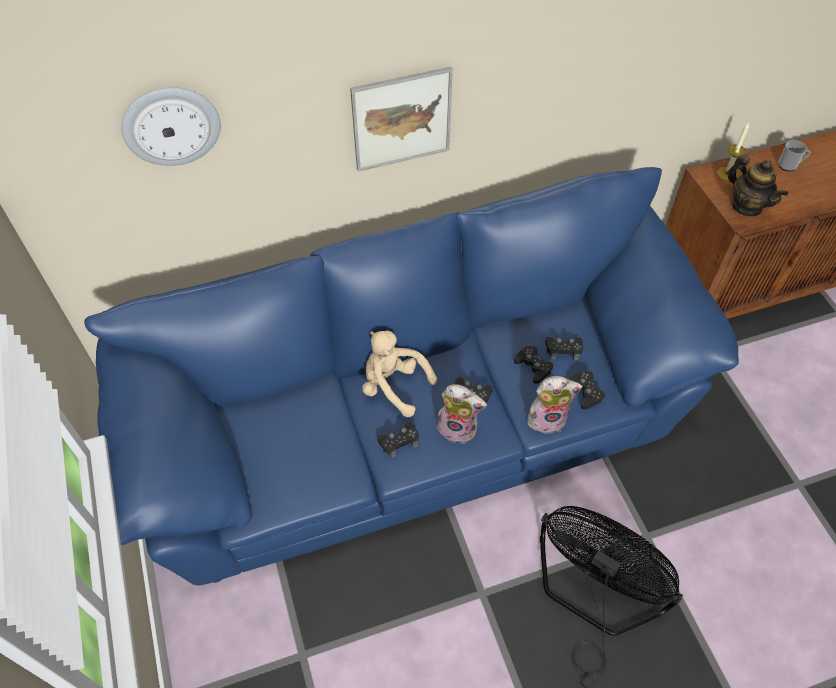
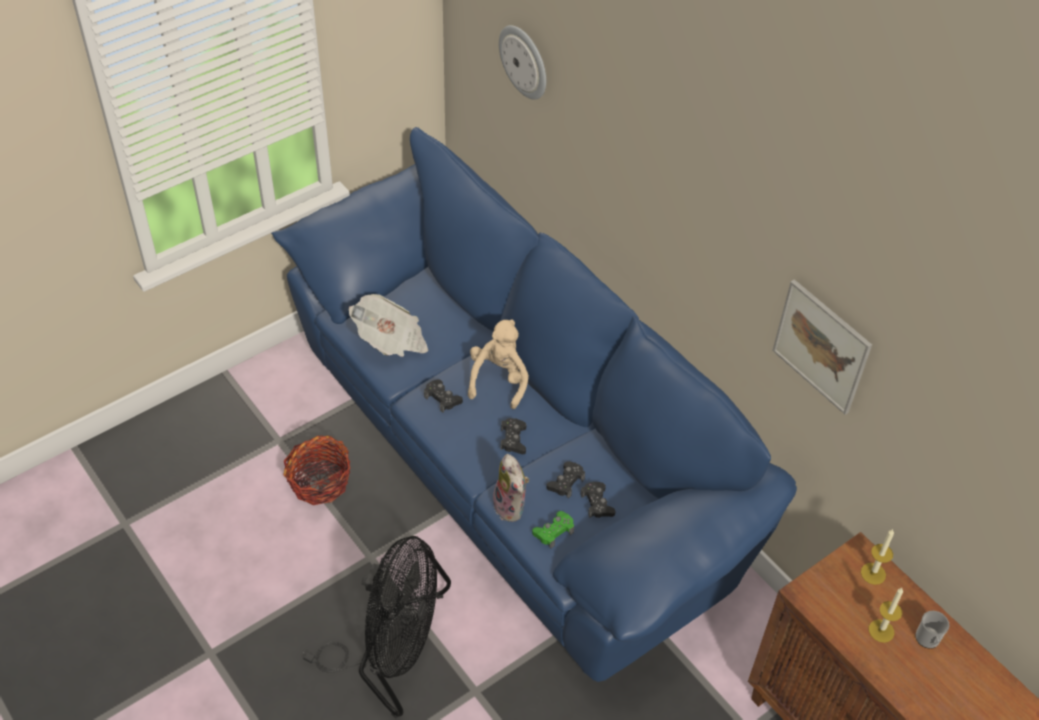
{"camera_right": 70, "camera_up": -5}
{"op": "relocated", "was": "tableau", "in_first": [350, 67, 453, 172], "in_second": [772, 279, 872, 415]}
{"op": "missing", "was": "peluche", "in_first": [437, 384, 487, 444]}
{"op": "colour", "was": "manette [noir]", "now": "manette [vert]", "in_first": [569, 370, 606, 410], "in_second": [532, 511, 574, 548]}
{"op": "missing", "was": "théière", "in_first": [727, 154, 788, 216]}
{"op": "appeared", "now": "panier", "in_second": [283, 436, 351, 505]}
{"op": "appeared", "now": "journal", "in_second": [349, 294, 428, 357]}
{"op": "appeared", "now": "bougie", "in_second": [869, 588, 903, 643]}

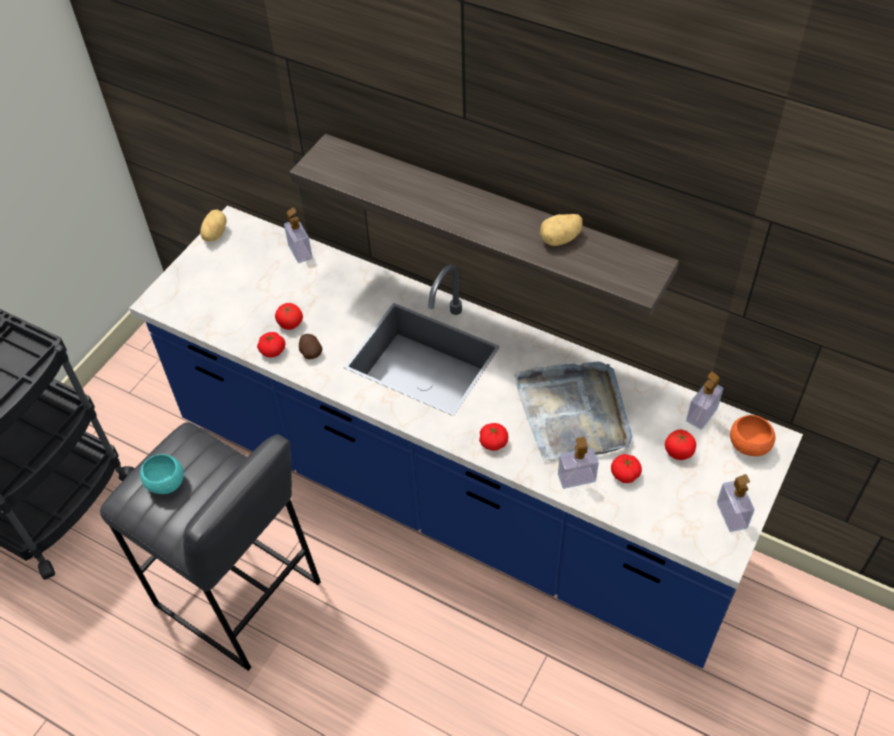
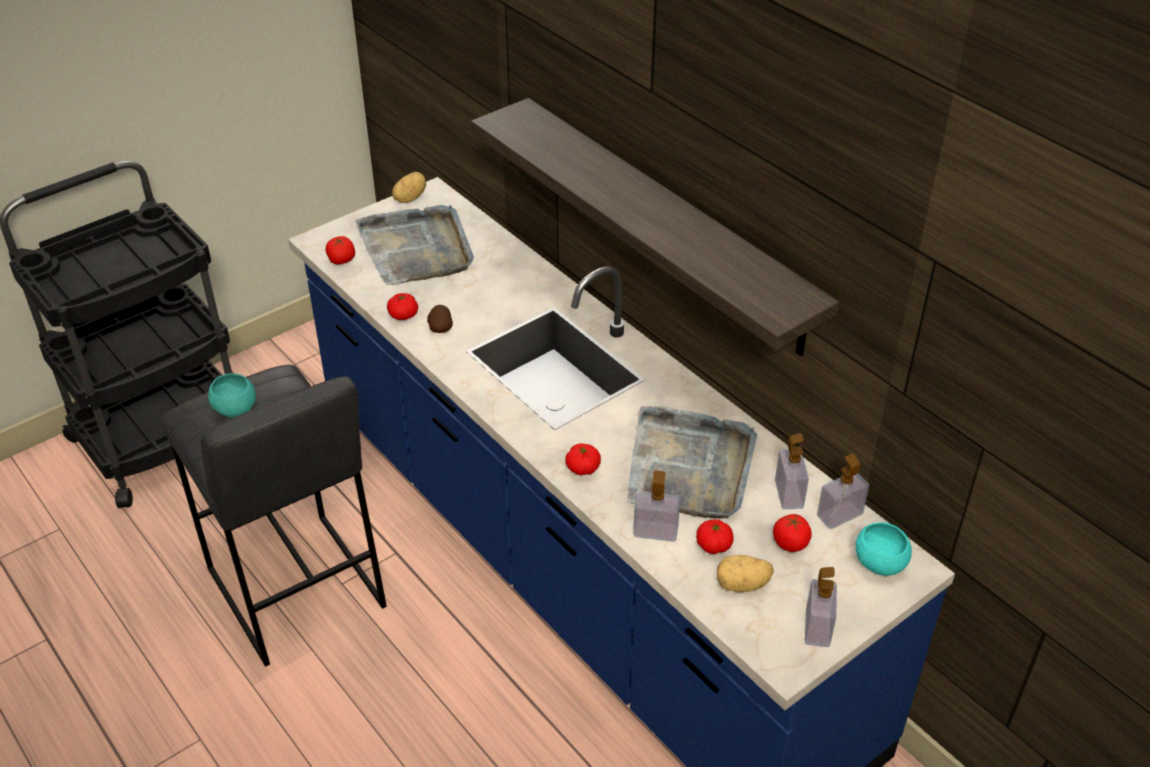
{"camera_right": 20, "camera_up": -10}
{"op": "relocated", "was": "tomate", "in_first": [275, 303, 303, 330], "in_second": [325, 236, 355, 264]}
{"op": "relocated", "was": "distributeur de savon", "in_first": [284, 208, 313, 263], "in_second": [775, 433, 809, 510]}
{"op": "relocated", "was": "pomme de terre", "in_first": [540, 214, 583, 246], "in_second": [717, 555, 774, 592]}
{"op": "colour", "was": "bol [orange]", "now": "bol [turquoise]", "in_first": [730, 415, 775, 456], "in_second": [856, 522, 912, 576]}
{"op": "appeared", "now": "plateau [gris]", "in_second": [355, 205, 474, 285]}

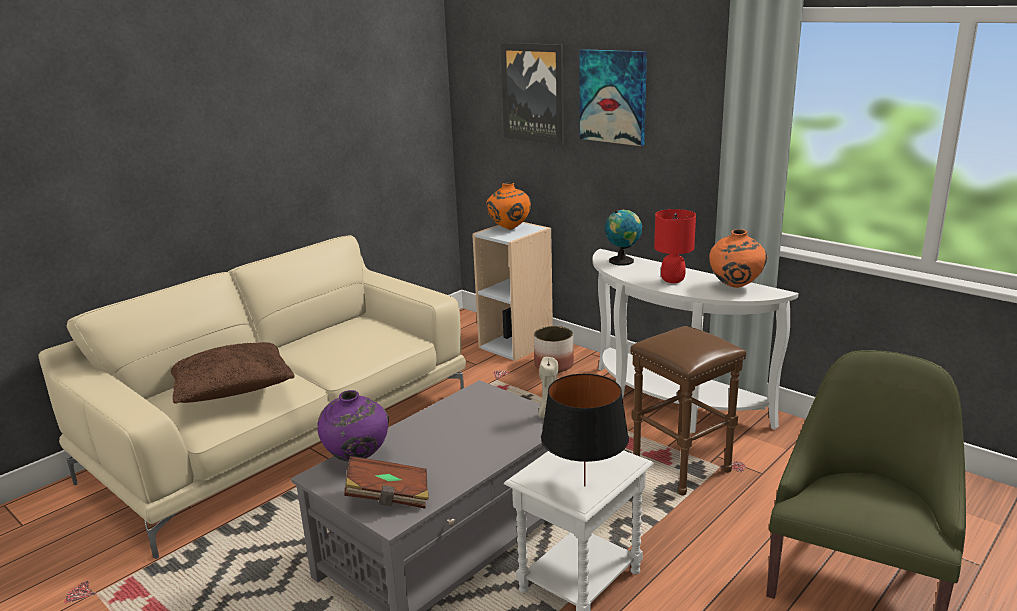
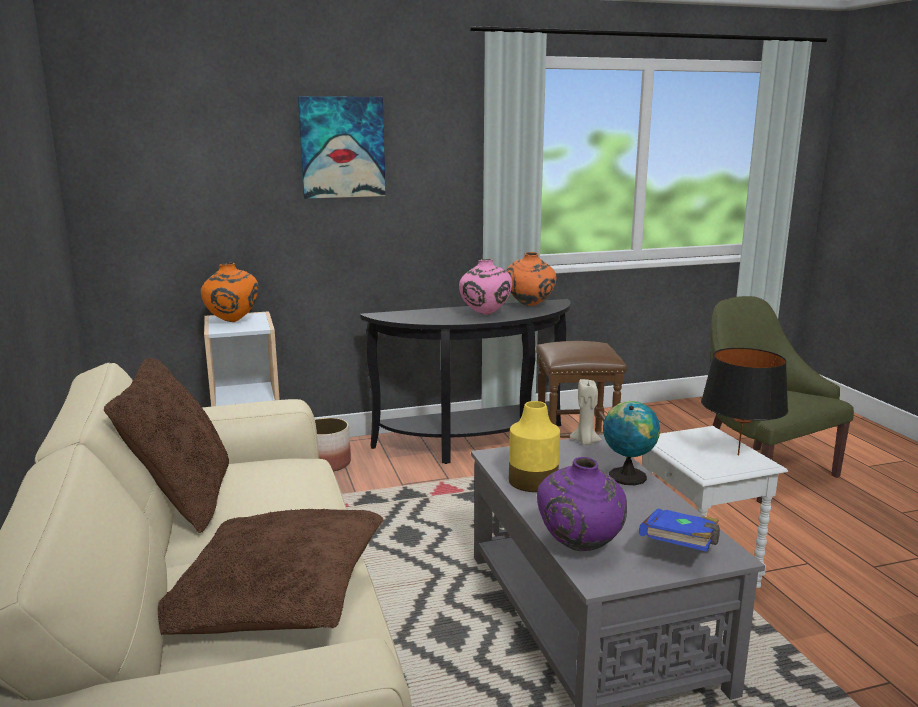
{"camera_right": -60, "camera_up": -5}
{"op": "colour", "was": "livre [marron]", "now": "livre [bleu]", "in_first": [344, 456, 429, 509], "in_second": [639, 508, 720, 552]}
{"op": "missing", "was": "tableau", "in_first": [500, 43, 564, 145]}
{"op": "colour", "was": "table console [blanc]", "now": "table console [noir]", "in_first": [593, 249, 798, 433], "in_second": [360, 299, 571, 464]}
{"op": "relocated", "was": "globe", "in_first": [605, 210, 642, 265], "in_second": [603, 401, 660, 485]}
{"op": "exchanged", "was": "lampe de table [rouge]", "now": "vase [rose]", "in_first": [654, 209, 696, 283], "in_second": [459, 259, 512, 315]}
{"op": "appeared", "now": "coussin [marron]", "in_second": [103, 358, 229, 533]}
{"op": "appeared", "now": "vase [jaune]", "in_second": [509, 401, 560, 492]}

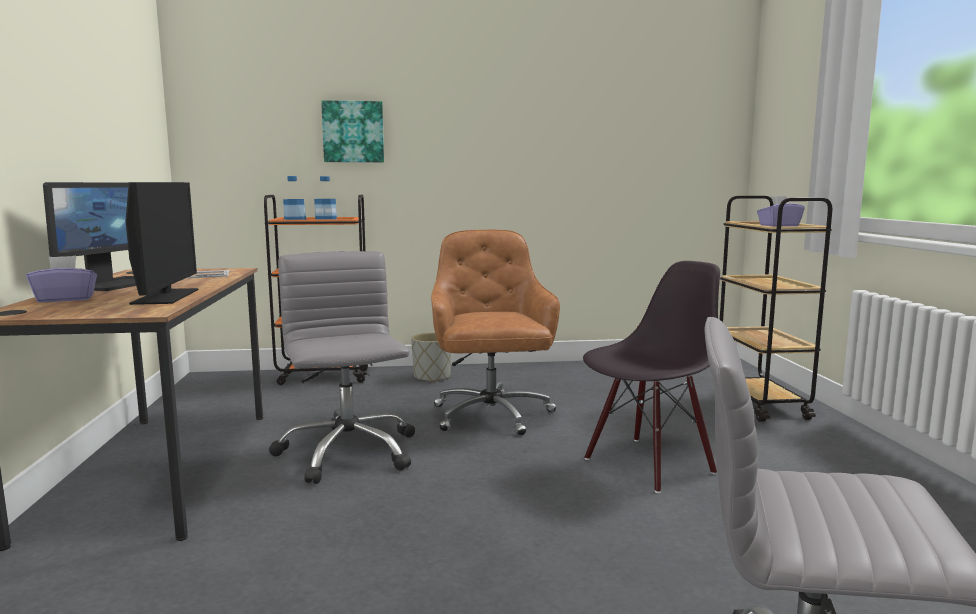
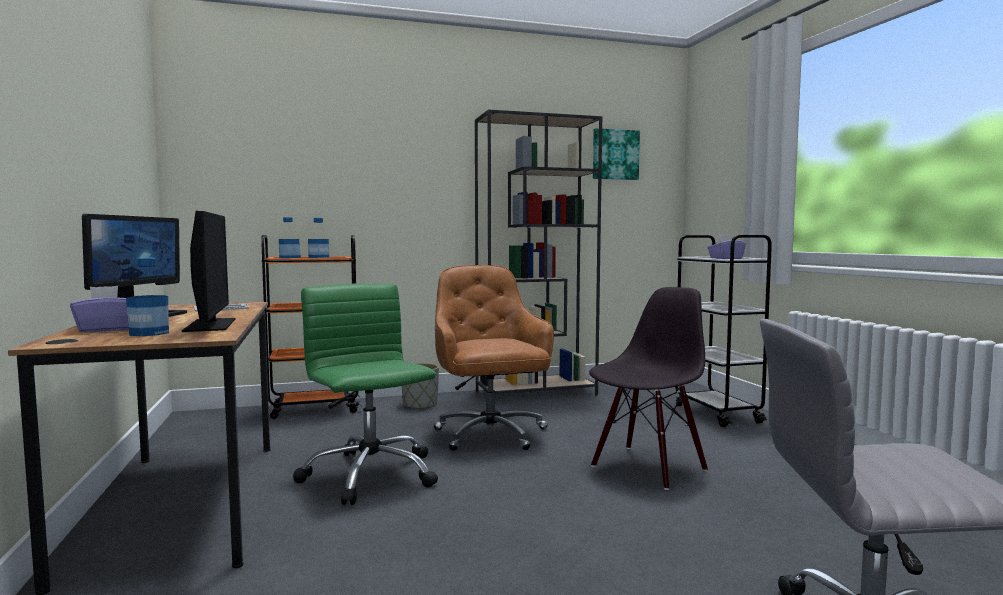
{"camera_right": -10, "camera_up": -5}
{"op": "colour", "was": "chaise de bureau [gris]", "now": "chaise de bureau [vert]", "in_first": [269, 251, 415, 484], "in_second": [293, 283, 438, 505]}
{"op": "relocated", "was": "tableau", "in_first": [321, 100, 384, 162], "in_second": [593, 128, 640, 180]}
{"op": "colour", "was": "chariot [marron]", "now": "chariot [blanc]", "in_first": [720, 196, 832, 422], "in_second": [675, 235, 772, 427]}
{"op": "appeared", "now": "bouteille", "in_second": [126, 258, 169, 336]}
{"op": "appeared", "now": "bibliothèque", "in_second": [475, 109, 602, 395]}

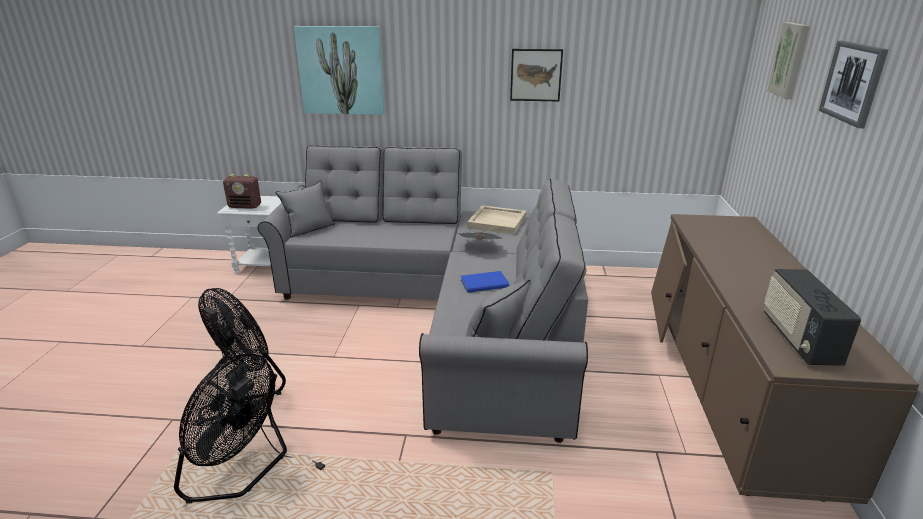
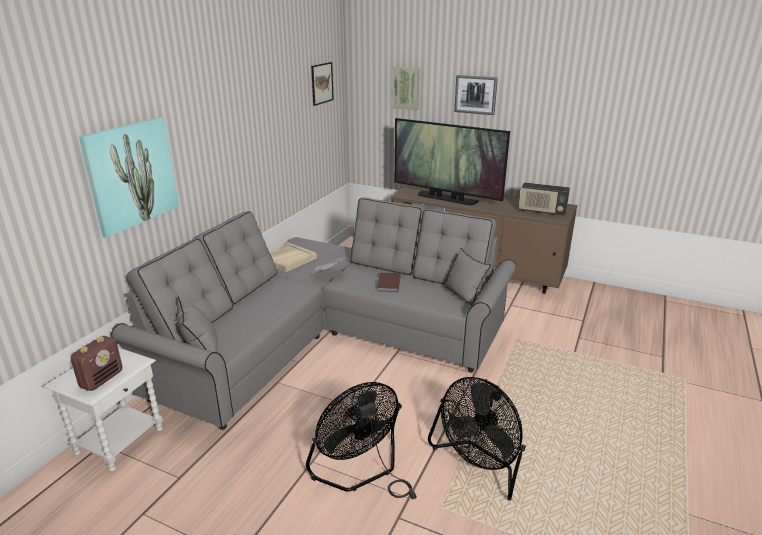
{"camera_right": -70, "camera_up": 0}
{"op": "colour", "was": "livre [bleu]", "now": "livre [marron]", "in_first": [461, 271, 509, 293], "in_second": [377, 273, 401, 292]}
{"op": "relocated", "was": "tableau", "in_first": [510, 49, 563, 101], "in_second": [311, 62, 334, 106]}
{"op": "appeared", "now": "téléviseur", "in_second": [394, 118, 510, 205]}

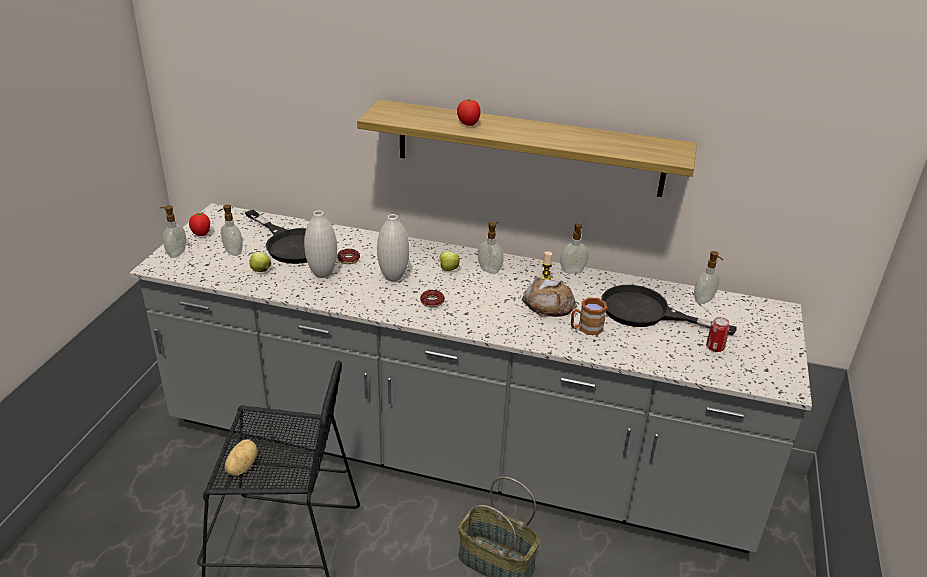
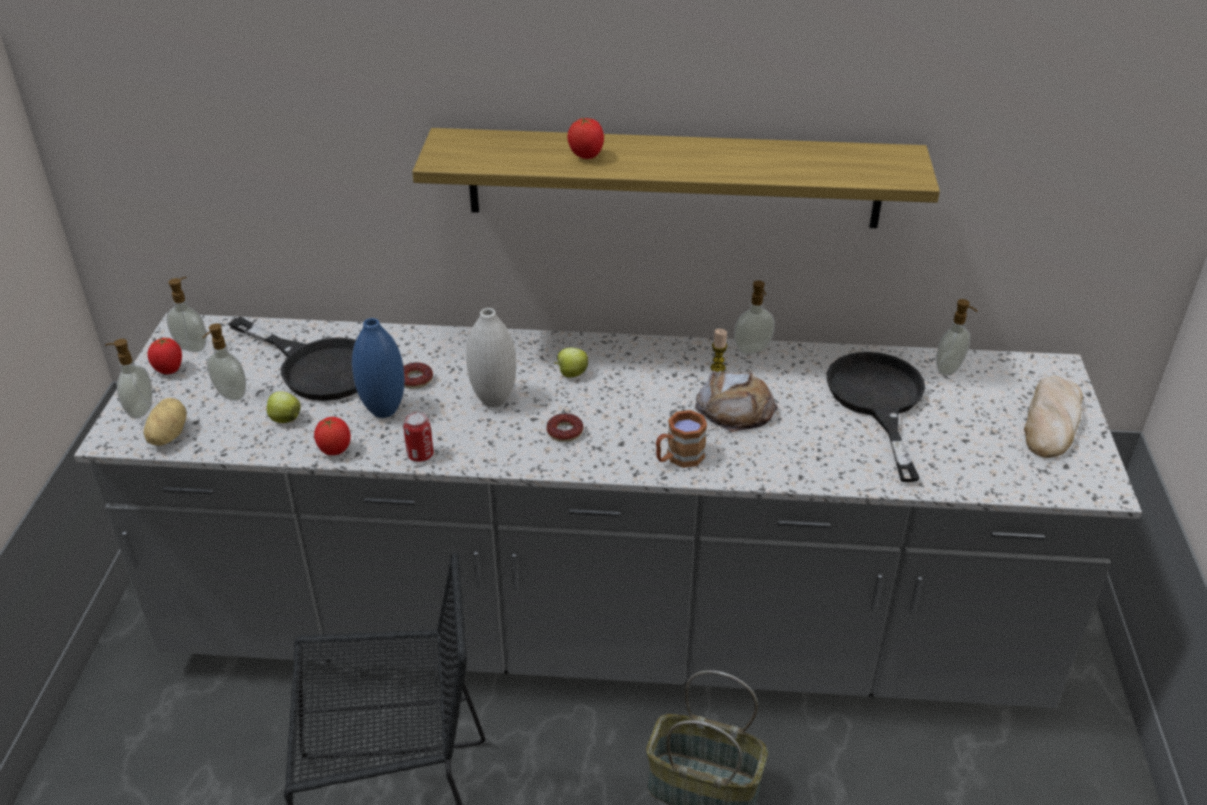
{"camera_right": -10, "camera_up": 5}
{"op": "relocated", "was": "pomme de terre", "in_first": [225, 439, 258, 476], "in_second": [144, 398, 187, 446]}
{"op": "colour", "was": "vase [blanc]", "now": "vase [bleu]", "in_first": [304, 210, 337, 278], "in_second": [352, 318, 405, 418]}
{"op": "relocated", "was": "distributeur de savon", "in_first": [478, 222, 503, 274], "in_second": [166, 277, 207, 352]}
{"op": "relocated", "was": "mug [marron]", "in_first": [571, 298, 607, 335], "in_second": [656, 410, 707, 468]}
{"op": "spun", "was": "poêle [noir]", "in_first": [601, 285, 737, 335], "in_second": [826, 352, 925, 482], "clockwise": 75}
{"op": "relocated", "was": "boîte métallique", "in_first": [706, 317, 730, 352], "in_second": [403, 411, 434, 462]}
{"op": "appeared", "now": "tomate", "in_second": [314, 417, 351, 455]}
{"op": "appeared", "now": "pain", "in_second": [1024, 376, 1083, 458]}

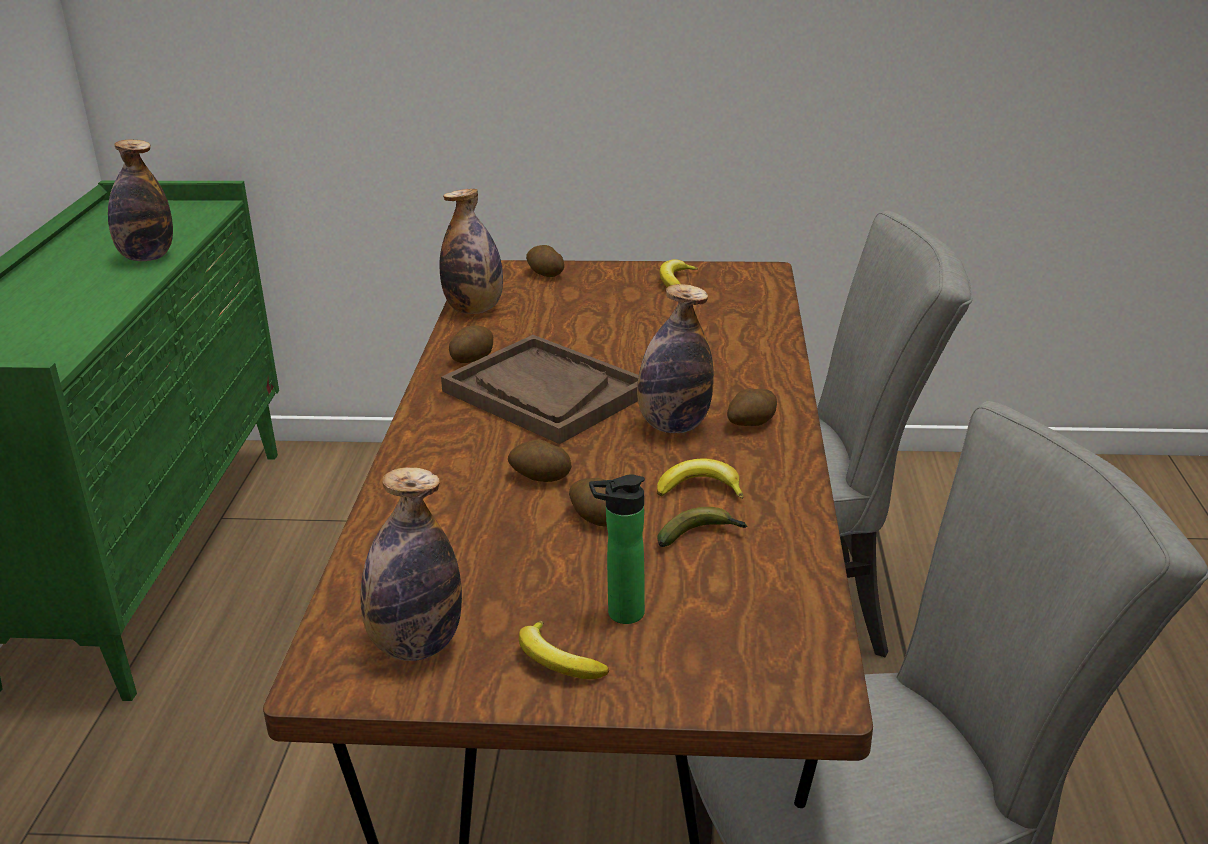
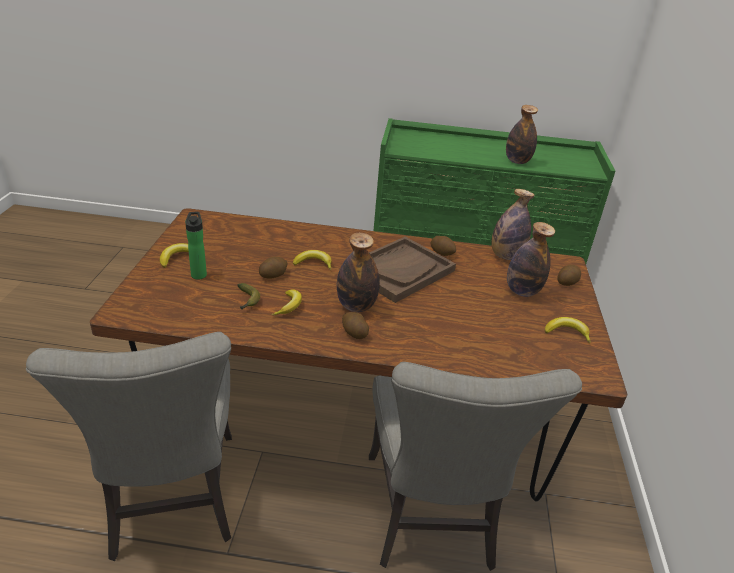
{"camera_right": 90, "camera_up": 5}
{"op": "relocated", "was": "bouteille", "in_first": [360, 467, 462, 661], "in_second": [507, 222, 555, 297]}
{"op": "exchanged", "was": "pomme de terre", "now": "banane", "in_first": [508, 439, 572, 482], "in_second": [293, 250, 331, 270]}

